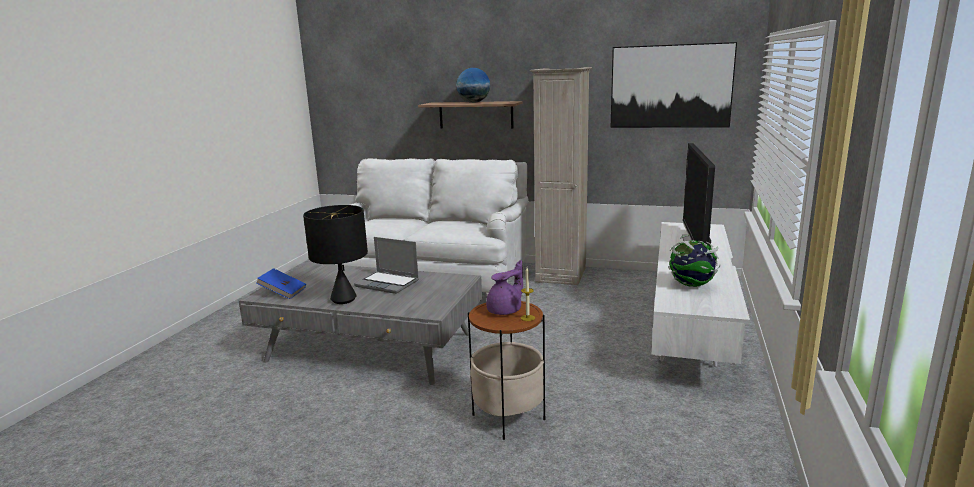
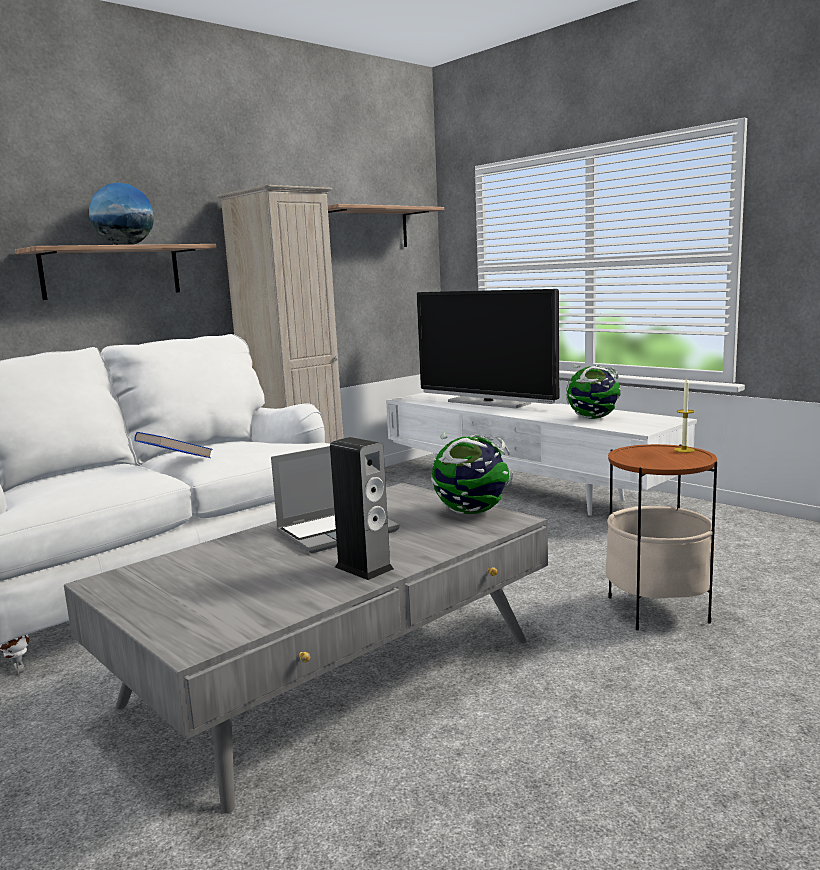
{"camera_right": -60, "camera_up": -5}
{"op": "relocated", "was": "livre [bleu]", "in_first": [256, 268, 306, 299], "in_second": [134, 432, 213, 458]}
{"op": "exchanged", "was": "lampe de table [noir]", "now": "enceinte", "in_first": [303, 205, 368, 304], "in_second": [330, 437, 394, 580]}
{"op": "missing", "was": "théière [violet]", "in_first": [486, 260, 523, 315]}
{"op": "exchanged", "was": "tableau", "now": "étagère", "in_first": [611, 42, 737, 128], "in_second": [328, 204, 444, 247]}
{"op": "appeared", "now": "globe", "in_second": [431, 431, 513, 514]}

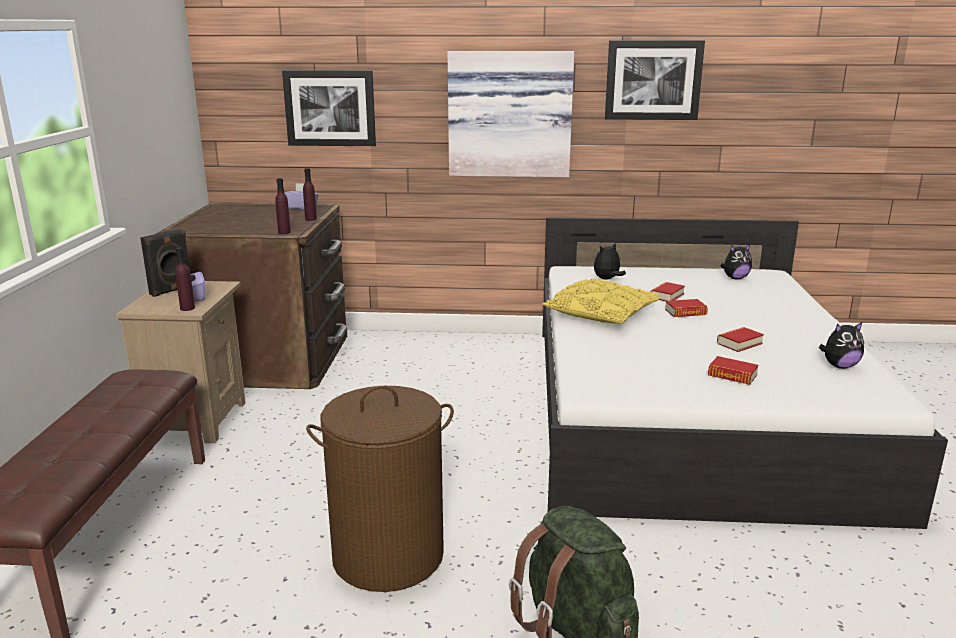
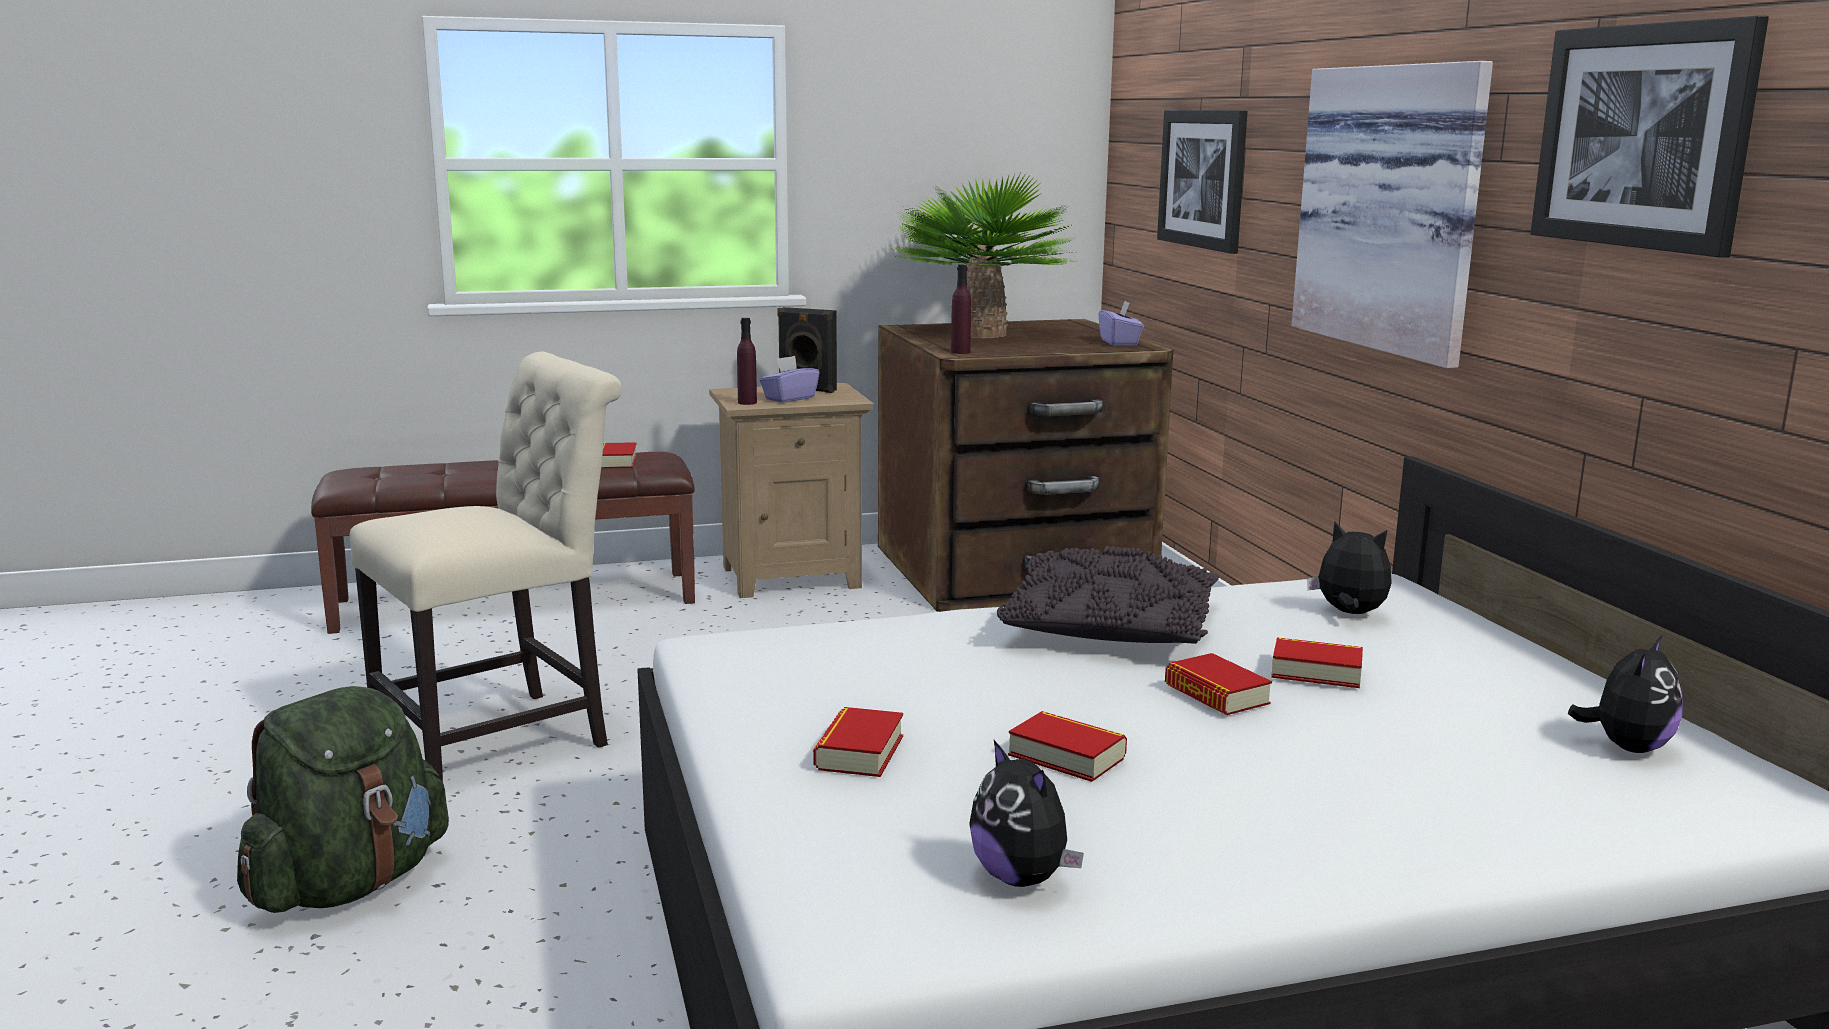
{"camera_right": 70, "camera_up": -5}
{"op": "missing", "was": "bouteille [violet]", "in_first": [303, 168, 317, 221]}
{"op": "exchanged", "was": "panier à linge [marron]", "now": "chaise [beige]", "in_first": [306, 386, 454, 592], "in_second": [350, 352, 622, 782]}
{"op": "colour", "was": "coussin [jaune]", "now": "coussin [noir]", "in_first": [543, 278, 659, 324], "in_second": [997, 546, 1219, 644]}
{"op": "spun", "was": "peluche", "in_first": [720, 244, 752, 279], "in_second": [1568, 635, 1683, 753], "clockwise": -105}
{"op": "appeared", "now": "livre", "in_second": [601, 442, 637, 468]}
{"op": "appeared", "now": "plante en pot", "in_second": [892, 173, 1076, 338]}

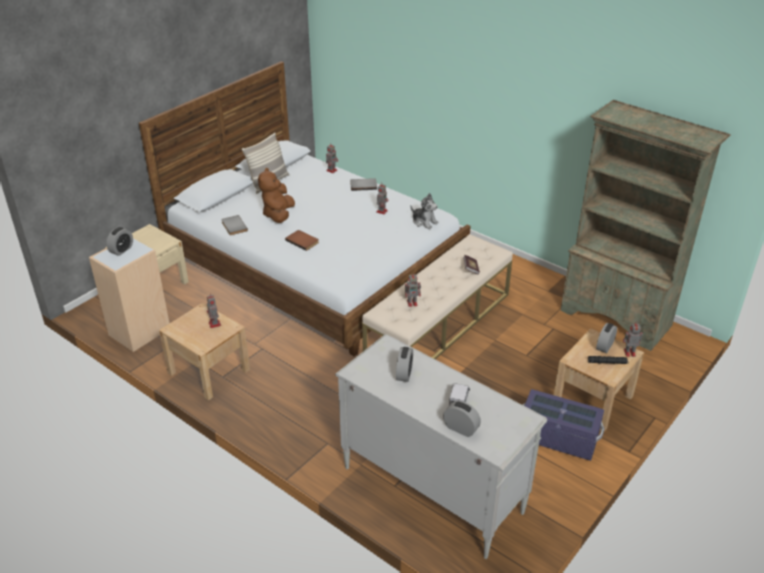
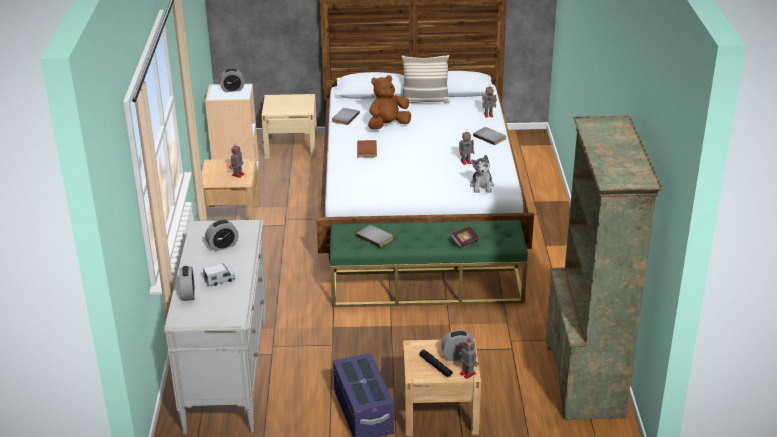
{"camera_right": 50, "camera_up": -5}
{"op": "colour", "was": "banc [beige]", "now": "banc [vert]", "in_first": [362, 234, 513, 359], "in_second": [330, 220, 528, 307]}
{"op": "exchanged", "was": "robot jouet", "now": "livre [gris]", "in_first": [405, 272, 421, 307], "in_second": [356, 225, 393, 247]}

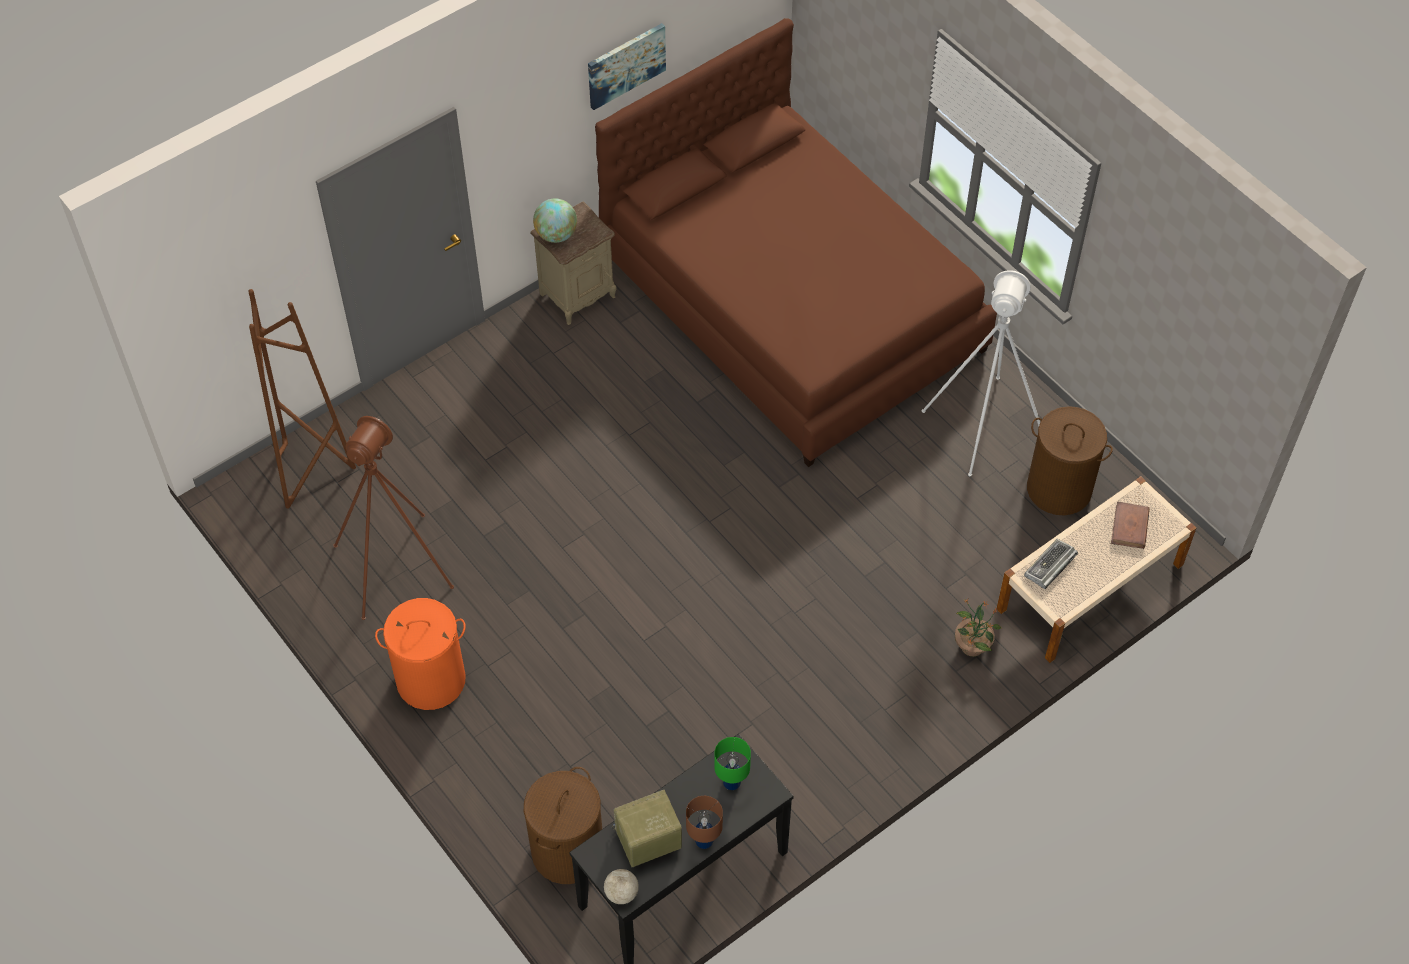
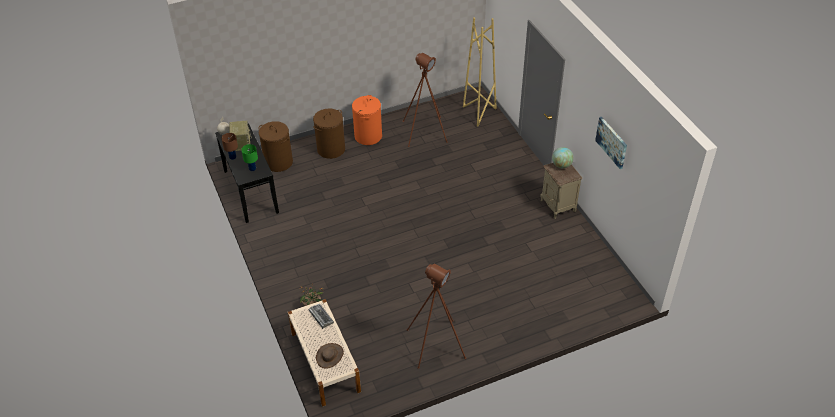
{"camera_right": 105, "camera_up": -10}
{"op": "colour", "was": "portant [marron]", "now": "portant [jaune]", "in_first": [248, 289, 356, 509], "in_second": [463, 17, 497, 127]}
{"op": "missing", "was": "lit [marron]", "in_first": [595, 18, 997, 467]}
{"op": "colour", "was": "lampadaire [blanc]", "now": "lampadaire [marron]", "in_first": [922, 270, 1040, 477], "in_second": [407, 264, 466, 369]}
{"op": "relocated", "was": "panier à linge [marron]", "in_first": [1027, 406, 1113, 515], "in_second": [313, 109, 345, 159]}
{"op": "exchanged", "was": "livre [marron]", "now": "chapeau [marron]", "in_first": [1111, 501, 1150, 549], "in_second": [316, 343, 344, 369]}

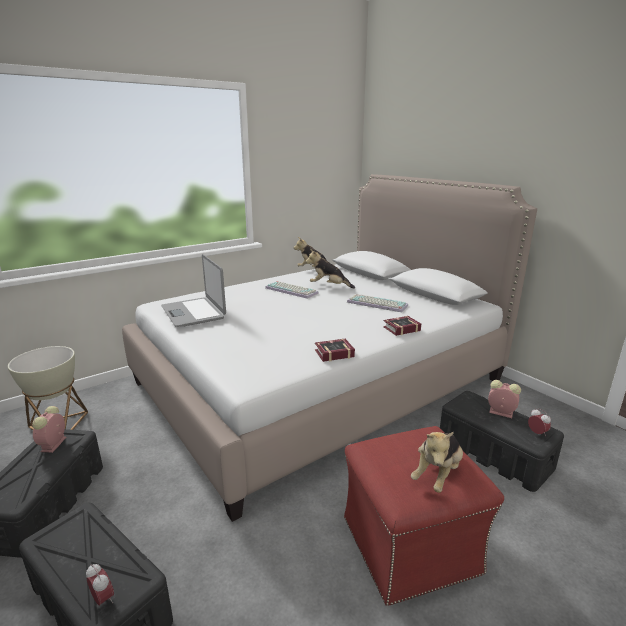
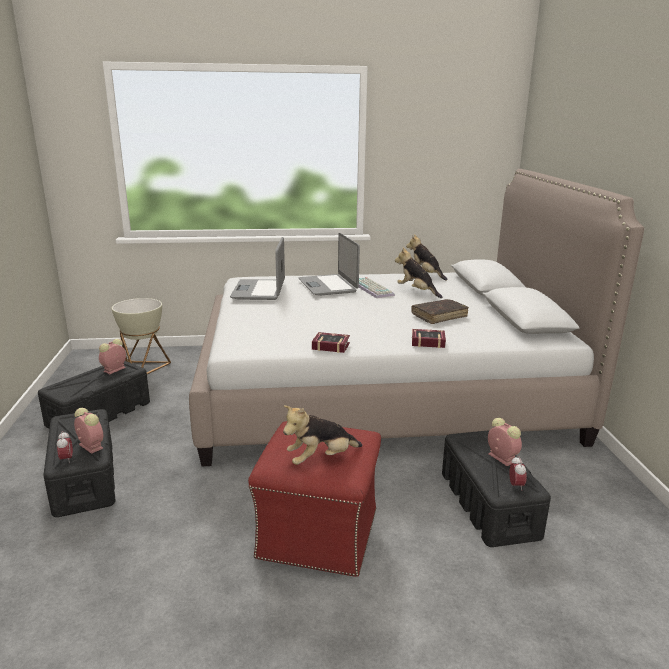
{"camera_right": 30, "camera_up": 0}
{"op": "exchanged", "was": "clavier", "now": "livre [marron]", "in_first": [347, 294, 408, 312], "in_second": [411, 299, 469, 324]}
{"op": "appeared", "now": "réveil", "in_second": [74, 408, 103, 454]}
{"op": "appeared", "now": "ordinateur portable", "in_second": [298, 233, 360, 295]}

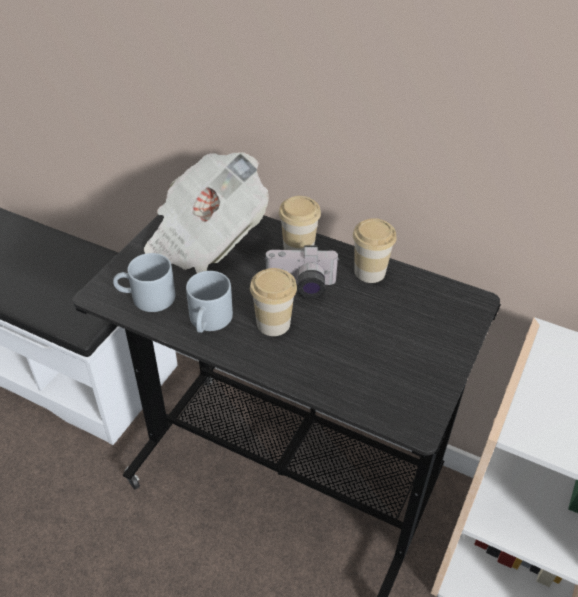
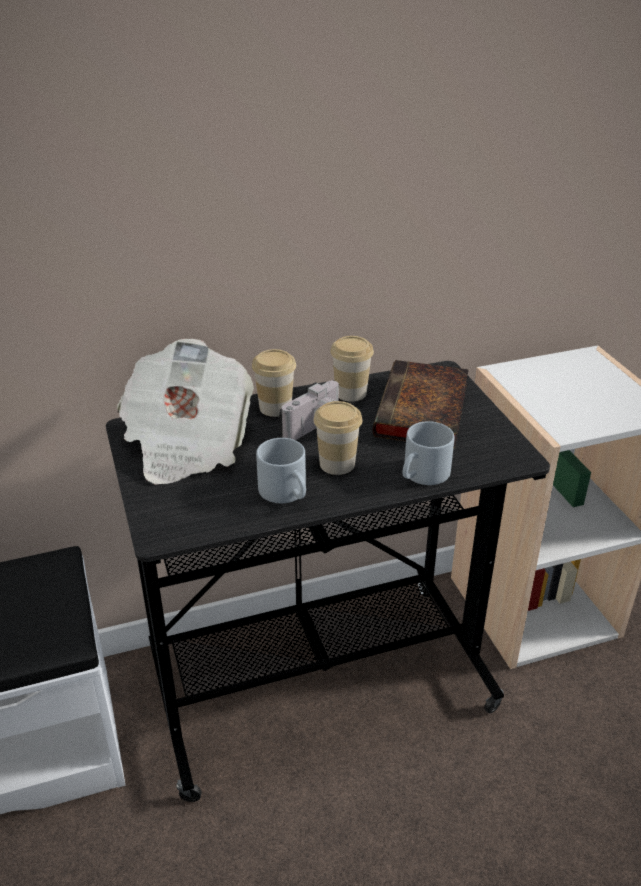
{"camera_right": -45, "camera_up": -10}
{"op": "relocated", "was": "mug [gris]", "in_first": [113, 253, 175, 312], "in_second": [402, 421, 454, 485]}
{"op": "appeared", "now": "livre", "in_second": [372, 360, 469, 449]}

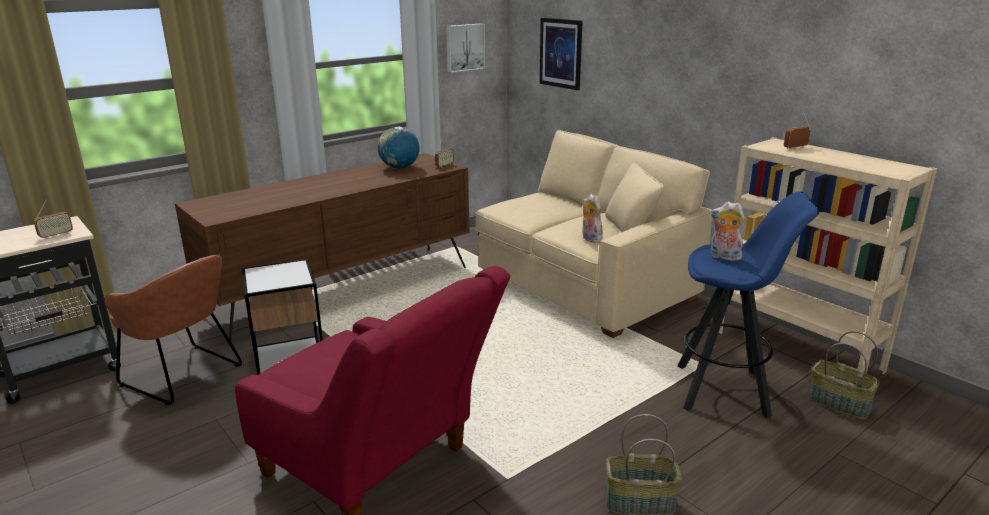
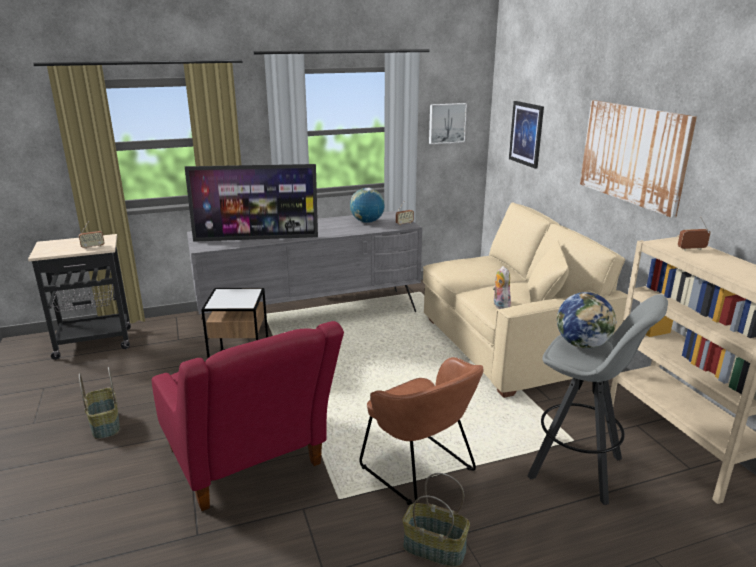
{"camera_right": 20, "camera_up": 0}
{"op": "relocated", "was": "fauteuil [marron]", "in_first": [104, 254, 242, 405], "in_second": [359, 357, 483, 505]}
{"op": "colour", "was": "meuble télé [marron]", "now": "meuble télé [gris]", "in_first": [175, 153, 470, 346], "in_second": [187, 211, 422, 338]}
{"op": "colour", "was": "tabouret [bleu]", "now": "tabouret [gris]", "in_first": [678, 191, 819, 418], "in_second": [527, 294, 668, 505]}
{"op": "exchanged", "was": "peluche", "now": "globe", "in_first": [710, 202, 745, 261], "in_second": [557, 292, 617, 349]}
{"op": "relocated", "was": "panier", "in_first": [808, 331, 880, 419], "in_second": [79, 367, 120, 439]}
{"op": "appeared", "now": "téléviseur", "in_second": [185, 164, 318, 242]}
{"op": "appeared", "now": "tableau", "in_second": [580, 100, 697, 218]}

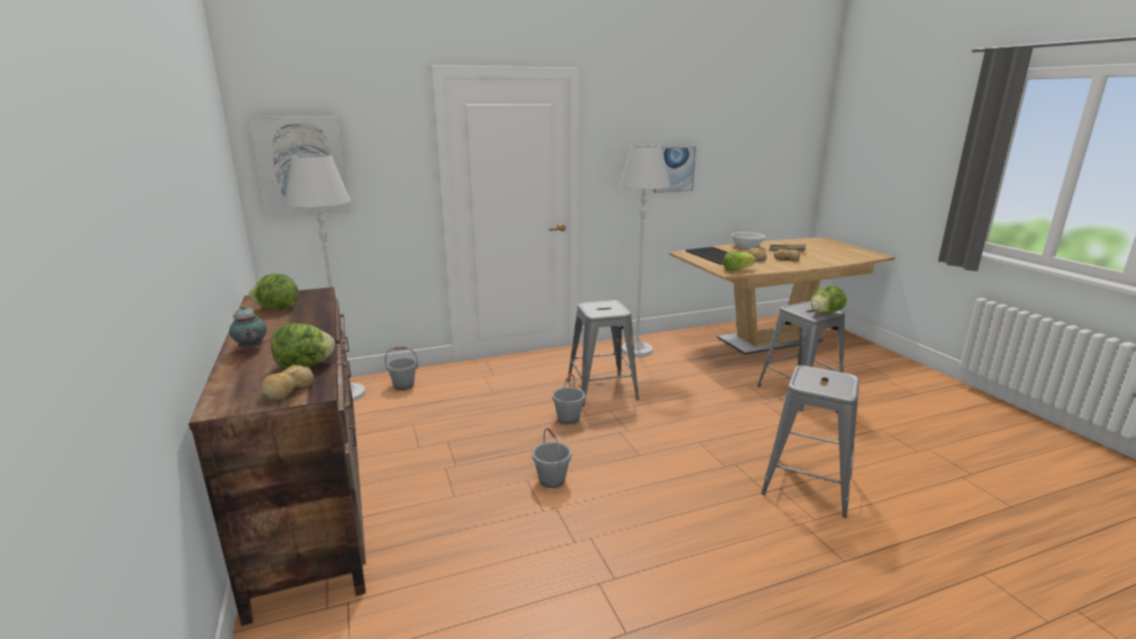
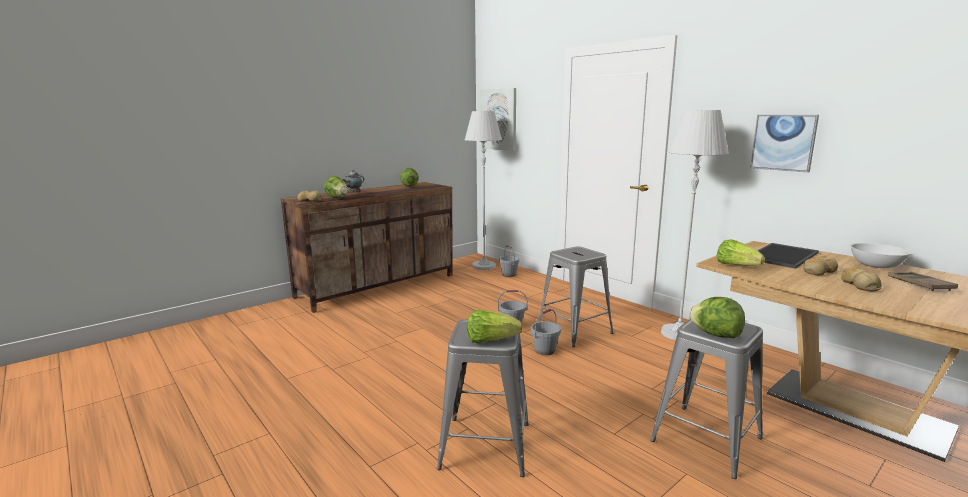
{"camera_right": 70, "camera_up": -5}
{"op": "relocated", "was": "seau [gris]", "in_first": [532, 428, 571, 488], "in_second": [531, 309, 561, 355]}
{"op": "appeared", "now": "laitue", "in_second": [467, 310, 522, 343]}

